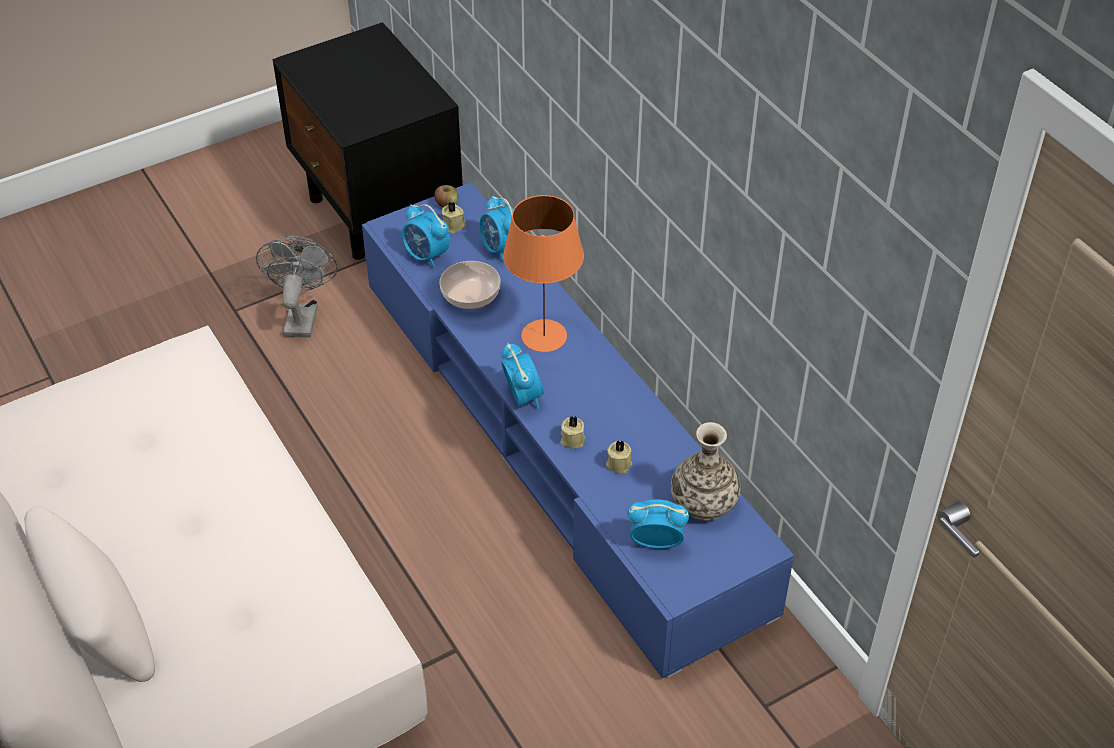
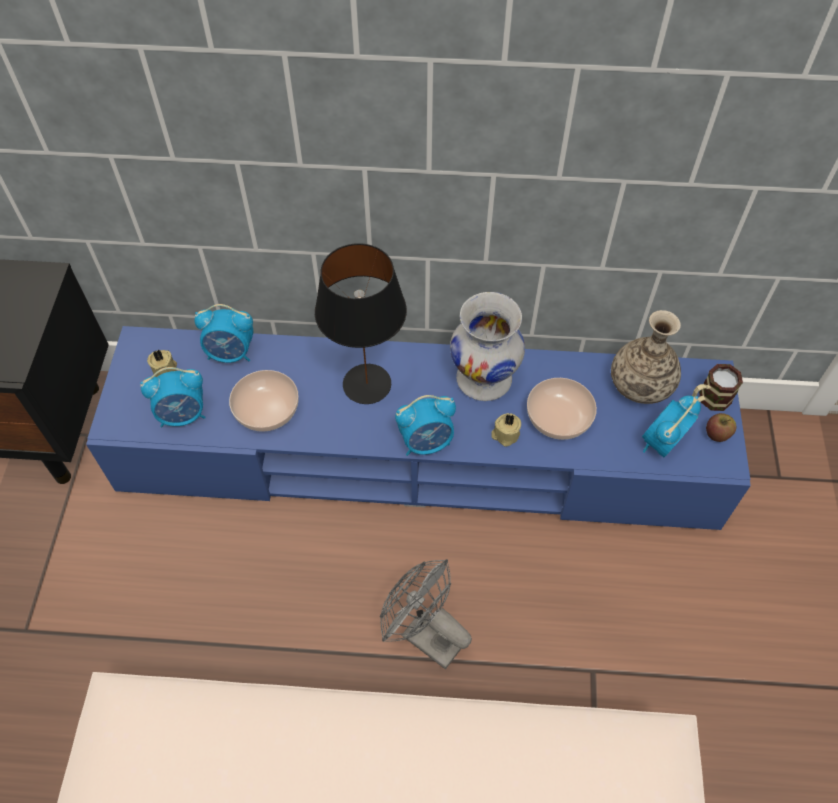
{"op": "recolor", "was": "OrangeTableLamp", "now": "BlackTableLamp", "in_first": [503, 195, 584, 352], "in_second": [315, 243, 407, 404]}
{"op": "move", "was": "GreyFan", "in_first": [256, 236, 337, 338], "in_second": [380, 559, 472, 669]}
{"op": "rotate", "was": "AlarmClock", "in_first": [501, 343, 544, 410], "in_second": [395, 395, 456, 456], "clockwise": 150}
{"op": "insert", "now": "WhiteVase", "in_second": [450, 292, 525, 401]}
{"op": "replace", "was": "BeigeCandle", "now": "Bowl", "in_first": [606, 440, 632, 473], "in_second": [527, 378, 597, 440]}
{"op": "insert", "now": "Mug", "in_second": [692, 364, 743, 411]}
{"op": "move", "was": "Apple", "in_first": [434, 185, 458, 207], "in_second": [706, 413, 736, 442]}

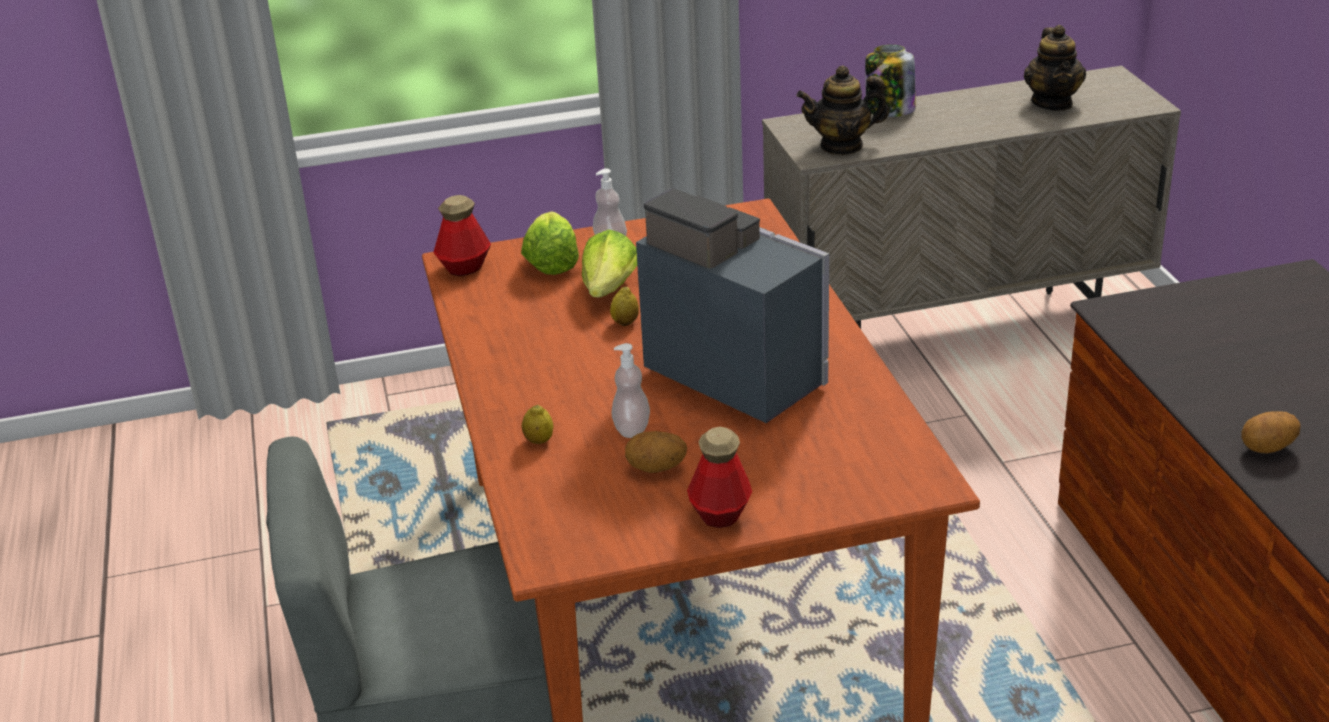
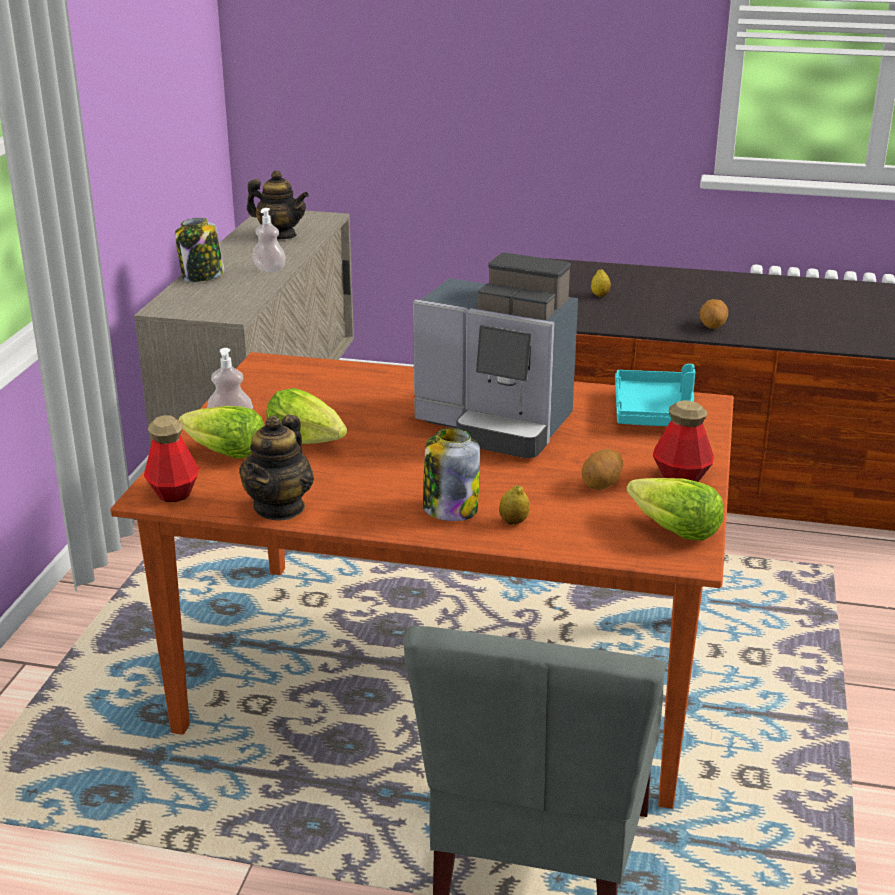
{"op": "move", "was": "Teapot", "in_first": [796, 65, 889, 155], "in_second": [239, 415, 314, 520]}
{"op": "move", "was": "SoapDispenser", "in_first": [611, 343, 650, 438], "in_second": [252, 208, 286, 272]}
{"op": "rotate", "was": "CoffeeMachine", "in_first": [636, 189, 829, 423], "in_second": [413, 253, 578, 458], "clockwise": -135}
{"op": "insert", "now": "Jar", "in_second": [423, 428, 480, 521]}
{"op": "move", "was": "Lemon", "in_first": [610, 287, 639, 326], "in_second": [591, 269, 611, 297]}
{"op": "insert", "now": "TurquoiseTray", "in_second": [615, 364, 695, 426]}
{"op": "insert", "now": "Lettuce", "in_second": [626, 478, 724, 540]}

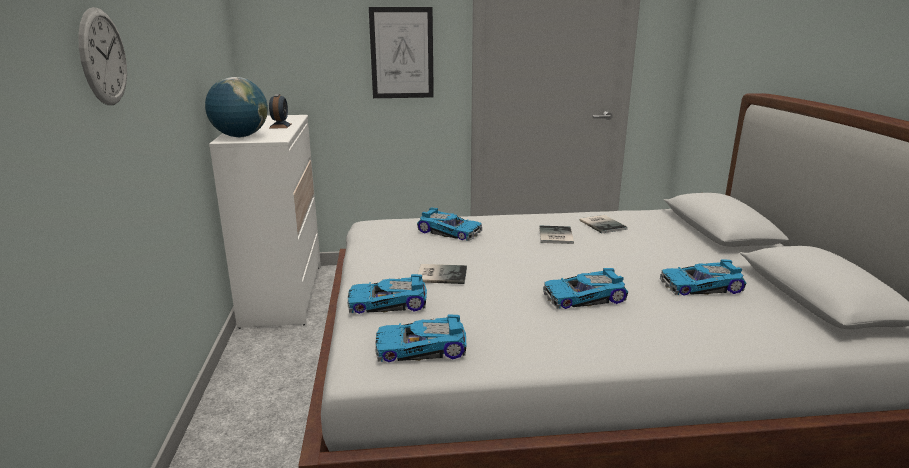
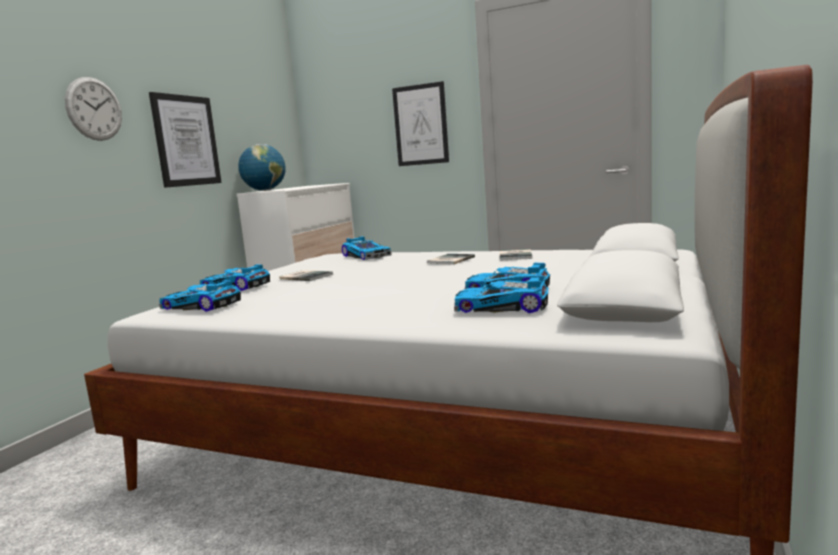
{"op": "insert", "now": "Picture", "in_second": [149, 92, 222, 188]}
{"op": "move", "was": "ToyCar", "in_first": [543, 268, 628, 309], "in_second": [454, 275, 548, 313]}
{"op": "delete", "was": "AlarmClock", "in_first": [269, 94, 291, 128]}

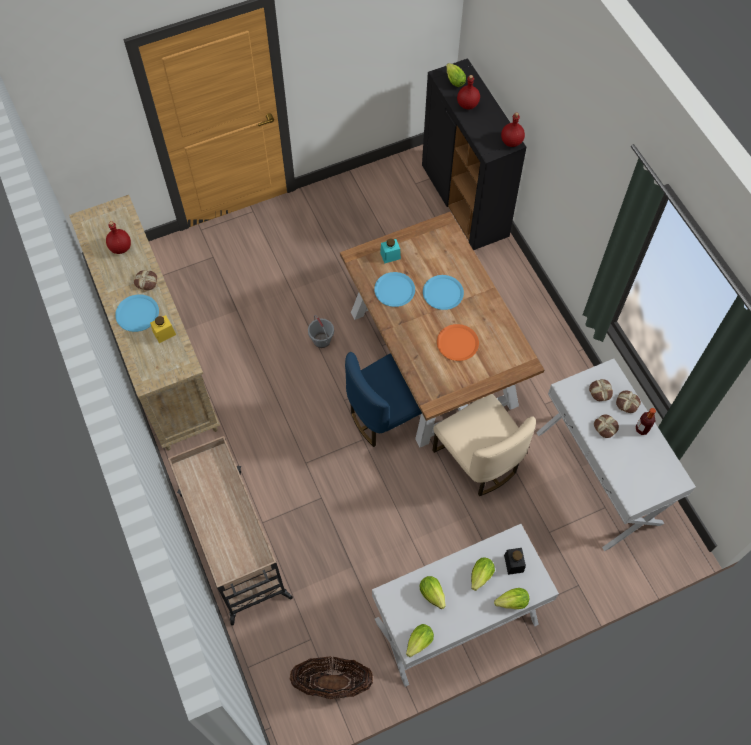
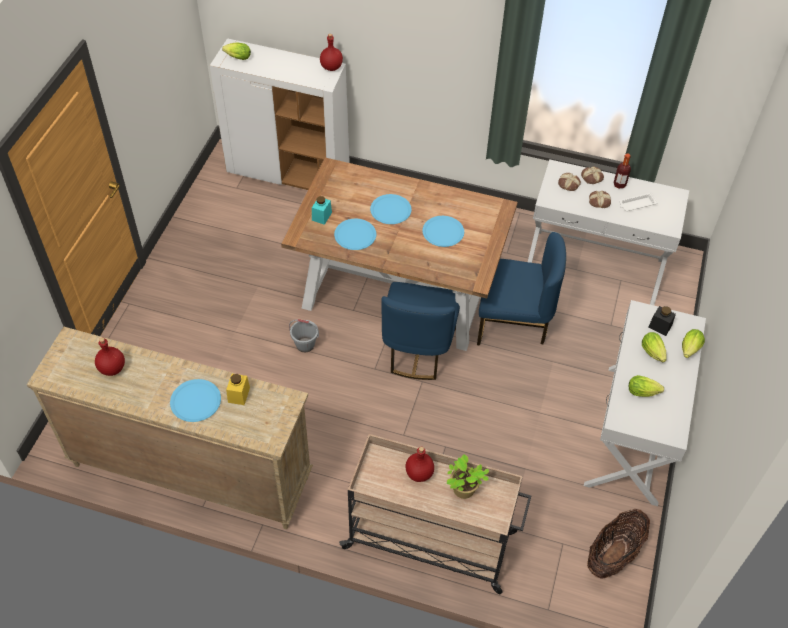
{"op": "recolor", "was": "BlackCabinet", "now": "WhiteCabinet", "in_first": [422, 58, 526, 250], "in_second": [210, 38, 350, 190]}
{"op": "move", "was": "RedBottle", "in_first": [457, 75, 480, 110], "in_second": [406, 447, 434, 482]}
{"op": "recolor", "was": "OrangePlate", "now": "BluePlate", "in_first": [437, 324, 479, 361], "in_second": [422, 216, 464, 247]}
{"op": "insert", "now": "PottedPlant", "in_second": [447, 454, 489, 499]}
{"op": "recolor", "was": "BeigeChair", "now": "BlueChair", "in_first": [433, 394, 536, 496], "in_second": [477, 232, 566, 345]}
{"op": "insert", "now": "WhiteTray", "in_second": [619, 192, 658, 211]}
{"op": "delete", "was": "Bread", "in_first": [134, 270, 157, 290]}
{"op": "delete", "was": "Lettuce", "in_first": [406, 624, 434, 657]}

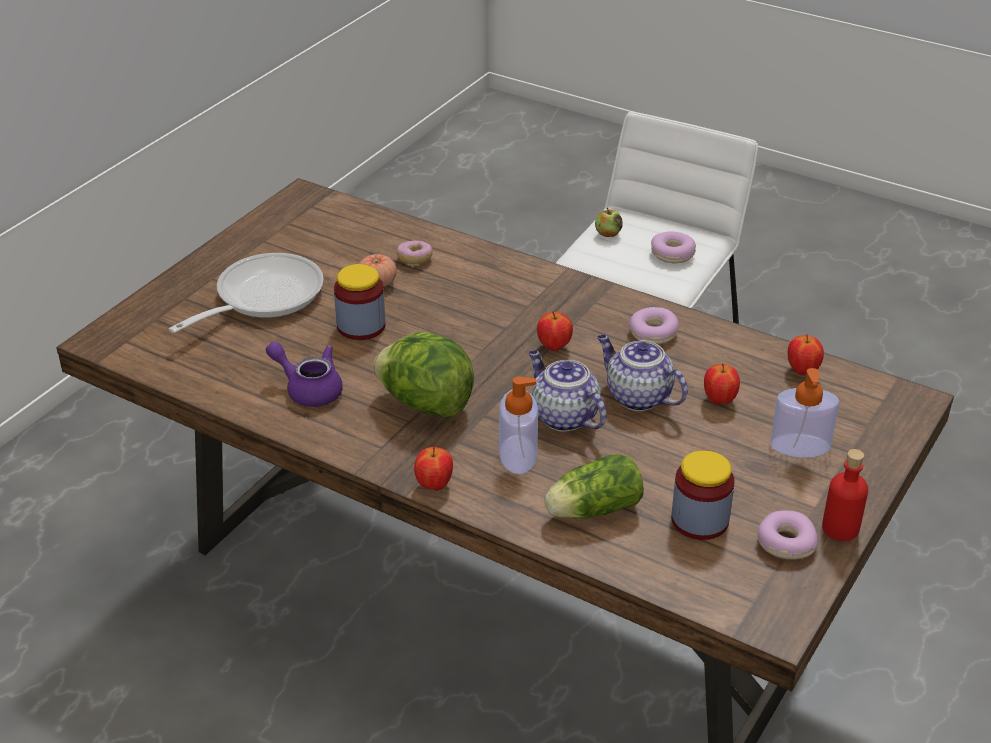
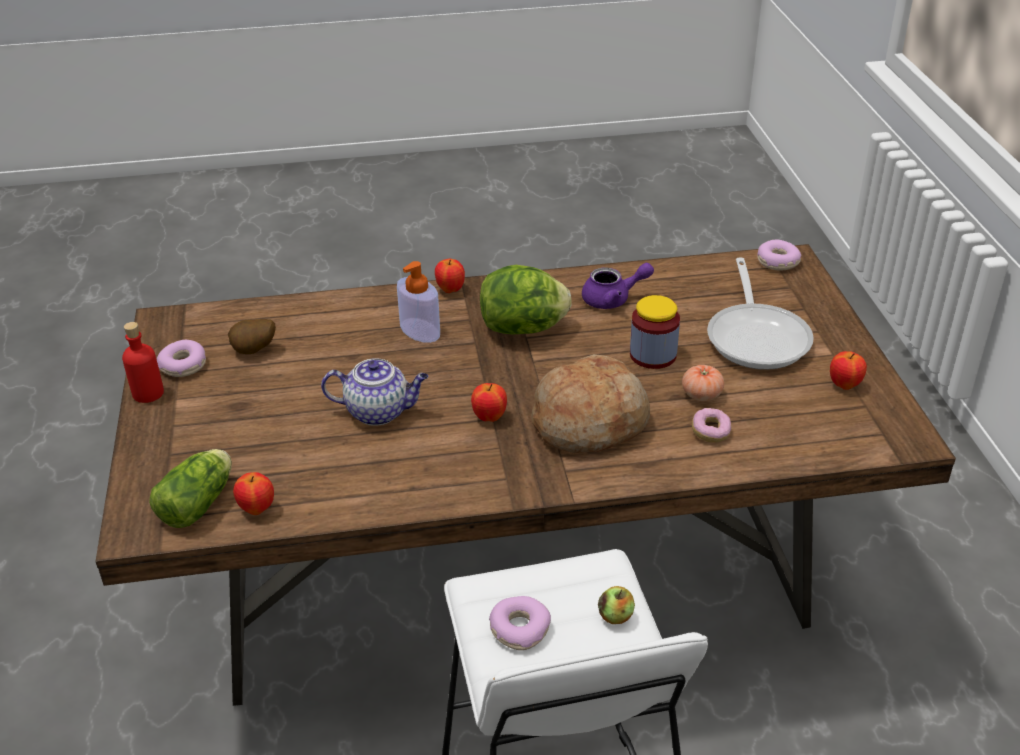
{"op": "move", "was": "Lettuce", "in_first": [544, 454, 644, 519], "in_second": [149, 449, 232, 528]}
{"op": "replace", "was": "Jar", "now": "Potato", "in_first": [672, 450, 734, 540], "in_second": [228, 319, 276, 354]}
{"op": "insert", "now": "Bread", "in_second": [532, 354, 650, 453]}
{"op": "move", "was": "Donut", "in_first": [628, 307, 679, 344], "in_second": [757, 240, 802, 271]}
{"op": "move", "was": "Apple", "in_first": [704, 364, 740, 405], "in_second": [830, 351, 867, 390]}
{"op": "delete", "was": "Teapot", "in_first": [529, 350, 607, 432]}
{"op": "delete", "was": "SoapDispenser", "in_first": [770, 368, 840, 458]}

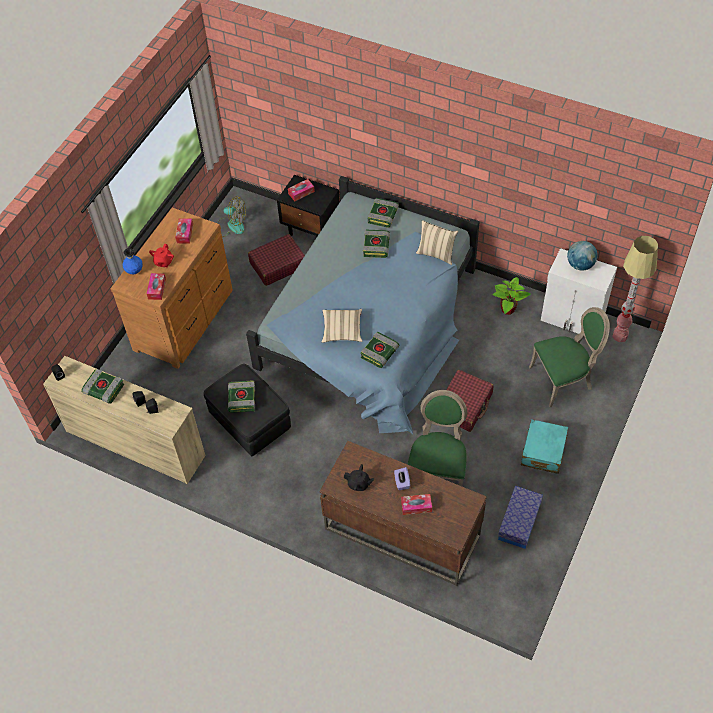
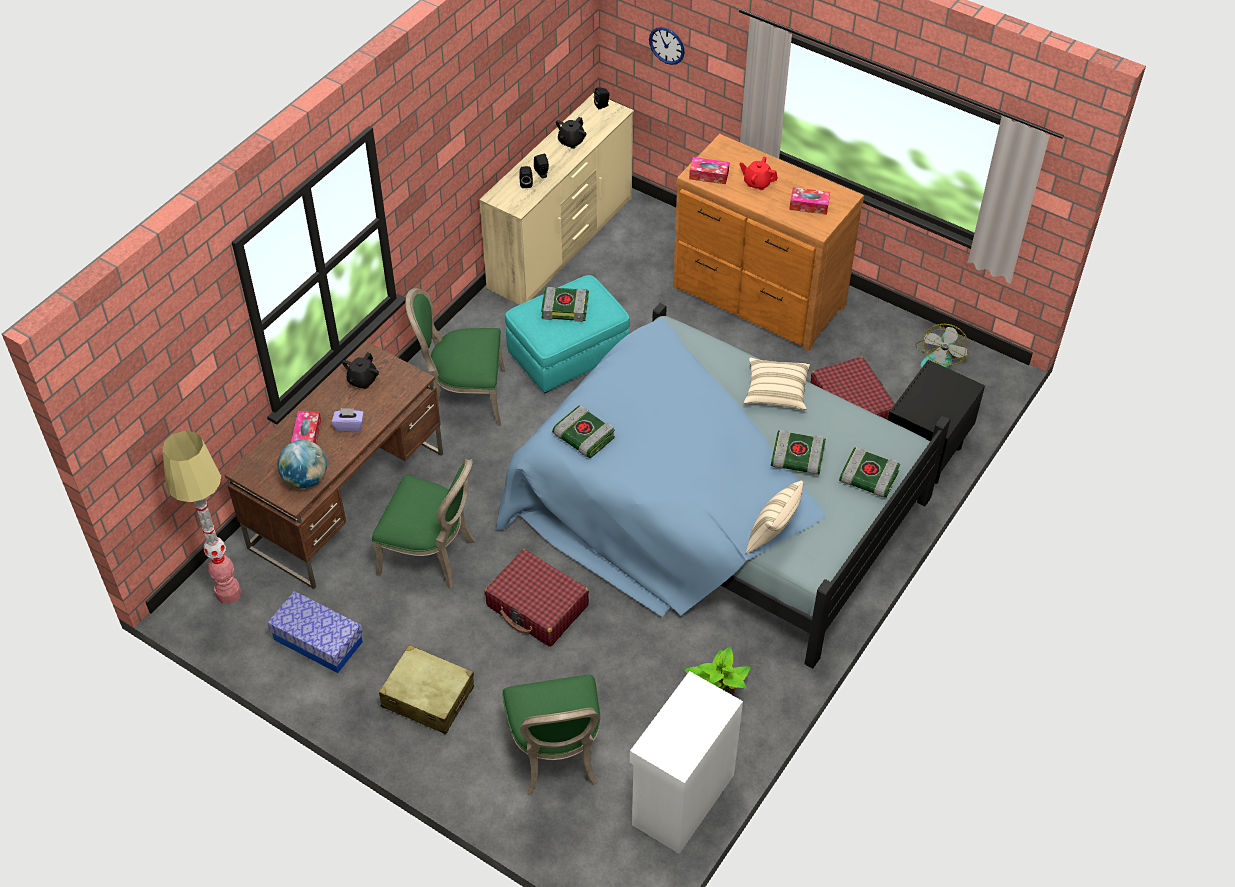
{"op": "move", "was": "FloorLamp", "in_first": [612, 236, 658, 343], "in_second": [162, 430, 242, 604]}
{"op": "move", "was": "Globe", "in_first": [567, 241, 598, 270], "in_second": [278, 440, 327, 489]}
{"op": "recolor", "was": "TurquoiseSuitcase", "now": "BeigeSuitcase", "in_first": [521, 419, 568, 474], "in_second": [379, 645, 474, 734]}
{"op": "insert", "now": "GreenChair", "in_second": [406, 288, 505, 426]}
{"op": "recolor", "was": "BlackOttoman", "now": "TurquoiseOttoman", "in_first": [204, 364, 291, 456], "in_second": [505, 275, 630, 393]}
{"op": "replace", "was": "Book", "now": "BlackTeapot", "in_first": [81, 369, 124, 404], "in_second": [556, 117, 586, 149]}
{"op": "insert", "now": "WallClock", "in_second": [649, 27, 685, 65]}
{"op": "move", "was": "BeigePillow", "in_first": [322, 309, 363, 343], "in_second": [744, 358, 810, 410]}
{"op": "delete", "was": "BlueVase", "in_first": [123, 248, 143, 274]}
{"op": "delete", "was": "TissueBox", "in_first": [288, 179, 315, 201]}

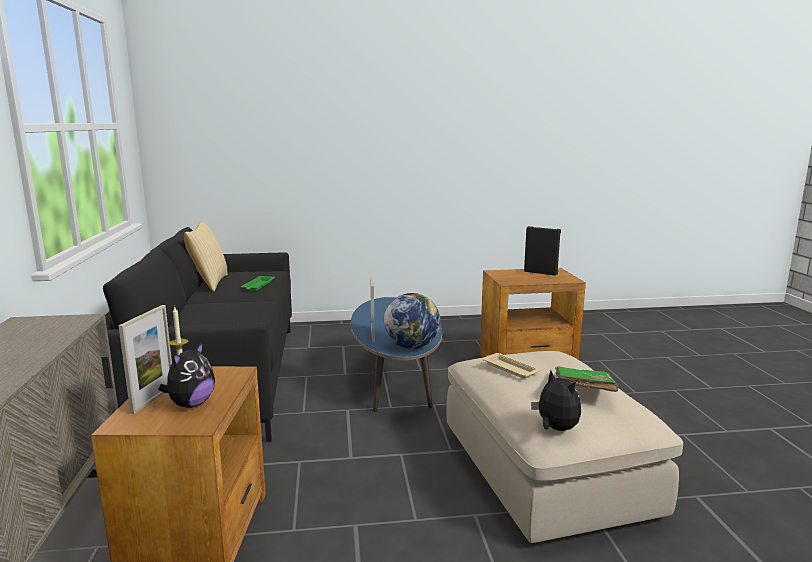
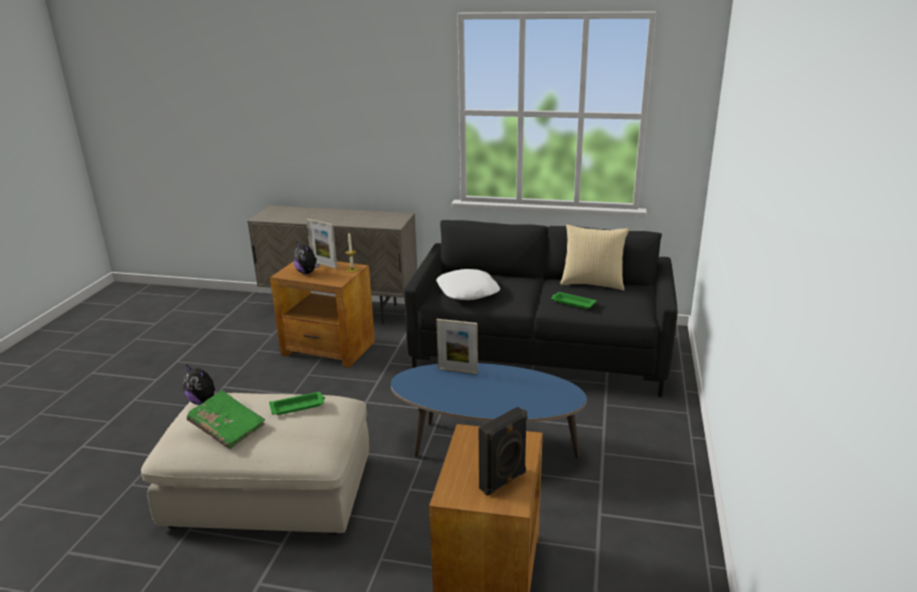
{"op": "rotate", "was": "PlushToy", "in_first": [531, 370, 581, 431], "in_second": [183, 365, 220, 405], "clockwise": 45}
{"op": "recolor", "was": "BeigeTray", "now": "GreenTray", "in_first": [483, 353, 541, 378], "in_second": [269, 392, 325, 415]}
{"op": "insert", "now": "WhitePillow", "in_second": [436, 269, 500, 300]}
{"op": "delete", "was": "Globe", "in_first": [384, 293, 440, 349]}

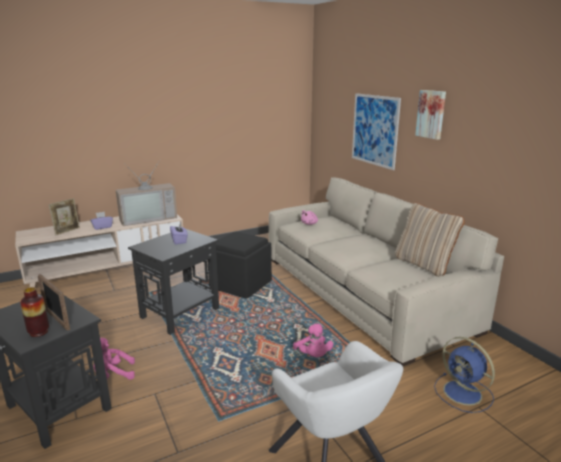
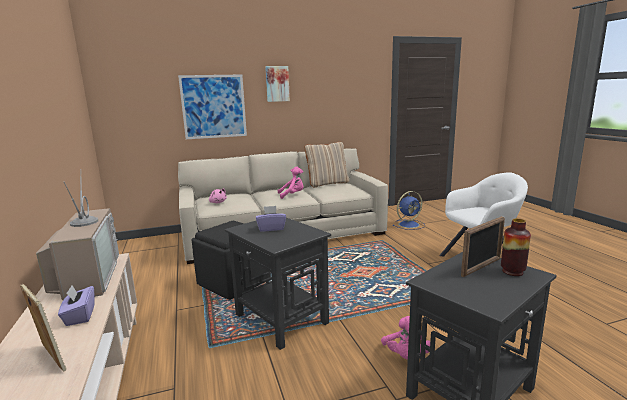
{"op": "move", "was": "PinkPlushToy", "in_first": [293, 323, 333, 357], "in_second": [278, 167, 304, 199]}

